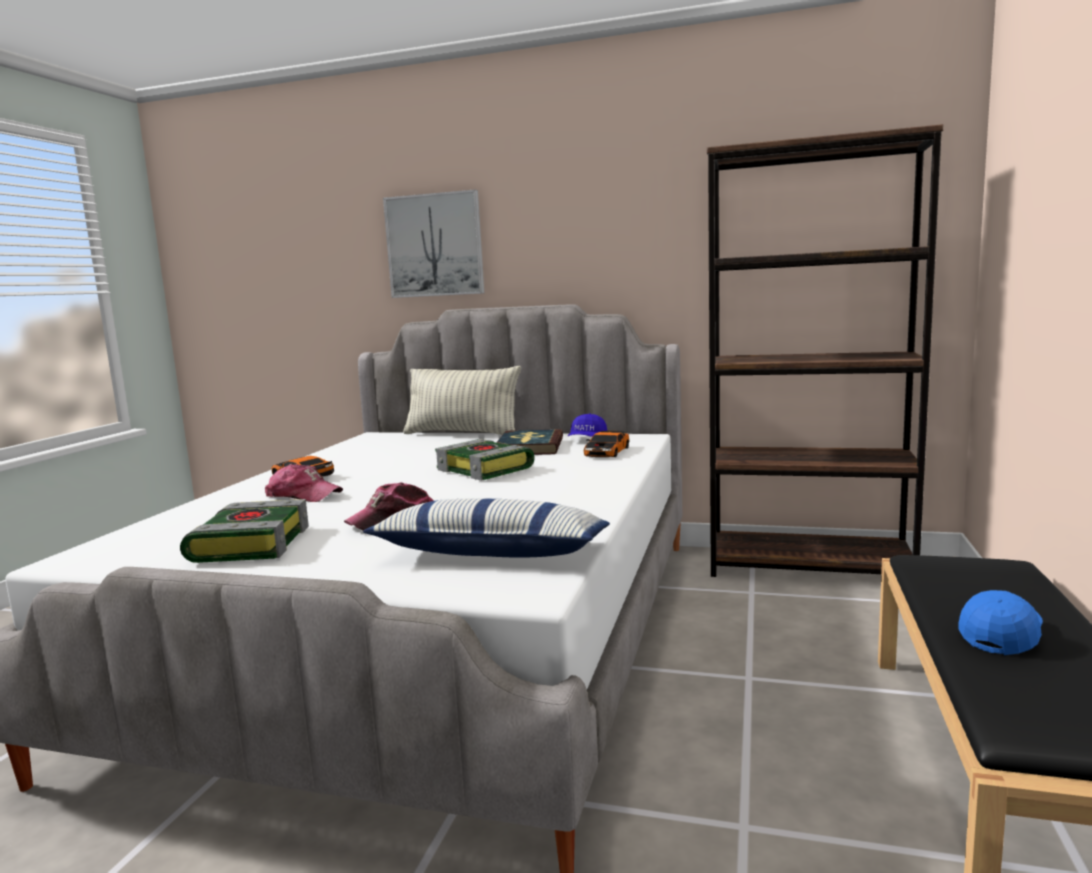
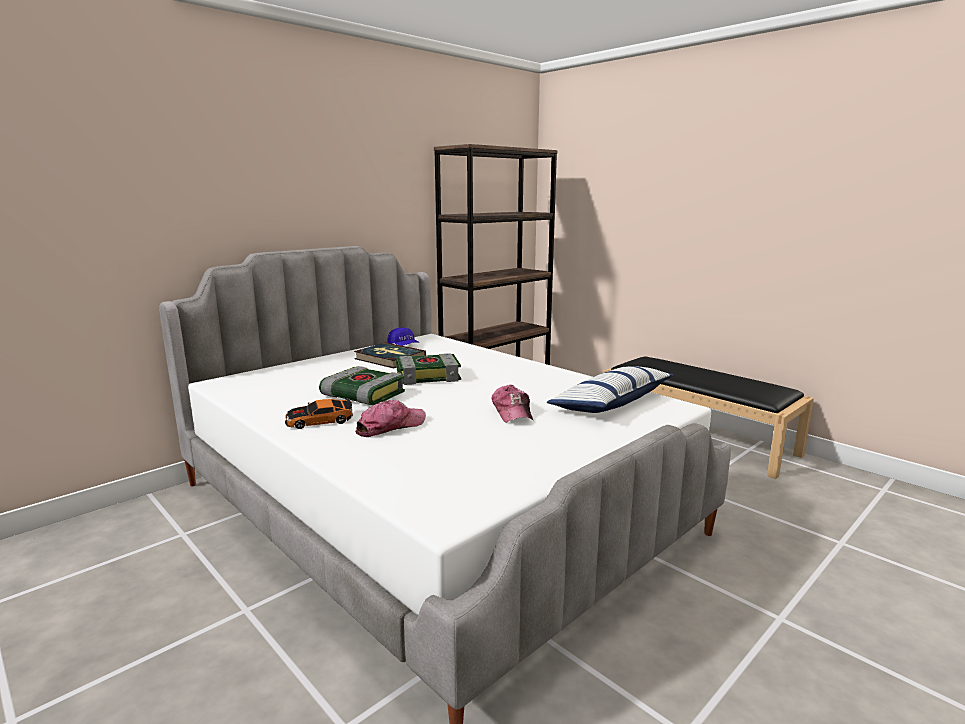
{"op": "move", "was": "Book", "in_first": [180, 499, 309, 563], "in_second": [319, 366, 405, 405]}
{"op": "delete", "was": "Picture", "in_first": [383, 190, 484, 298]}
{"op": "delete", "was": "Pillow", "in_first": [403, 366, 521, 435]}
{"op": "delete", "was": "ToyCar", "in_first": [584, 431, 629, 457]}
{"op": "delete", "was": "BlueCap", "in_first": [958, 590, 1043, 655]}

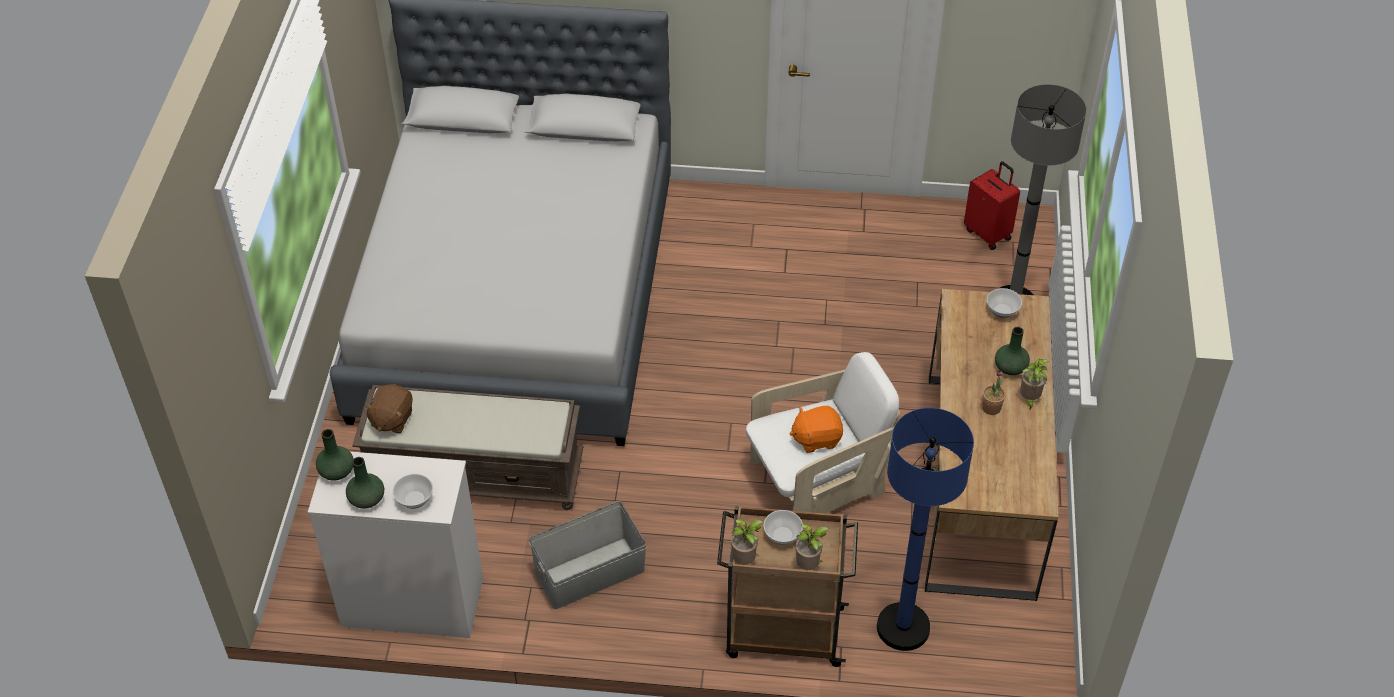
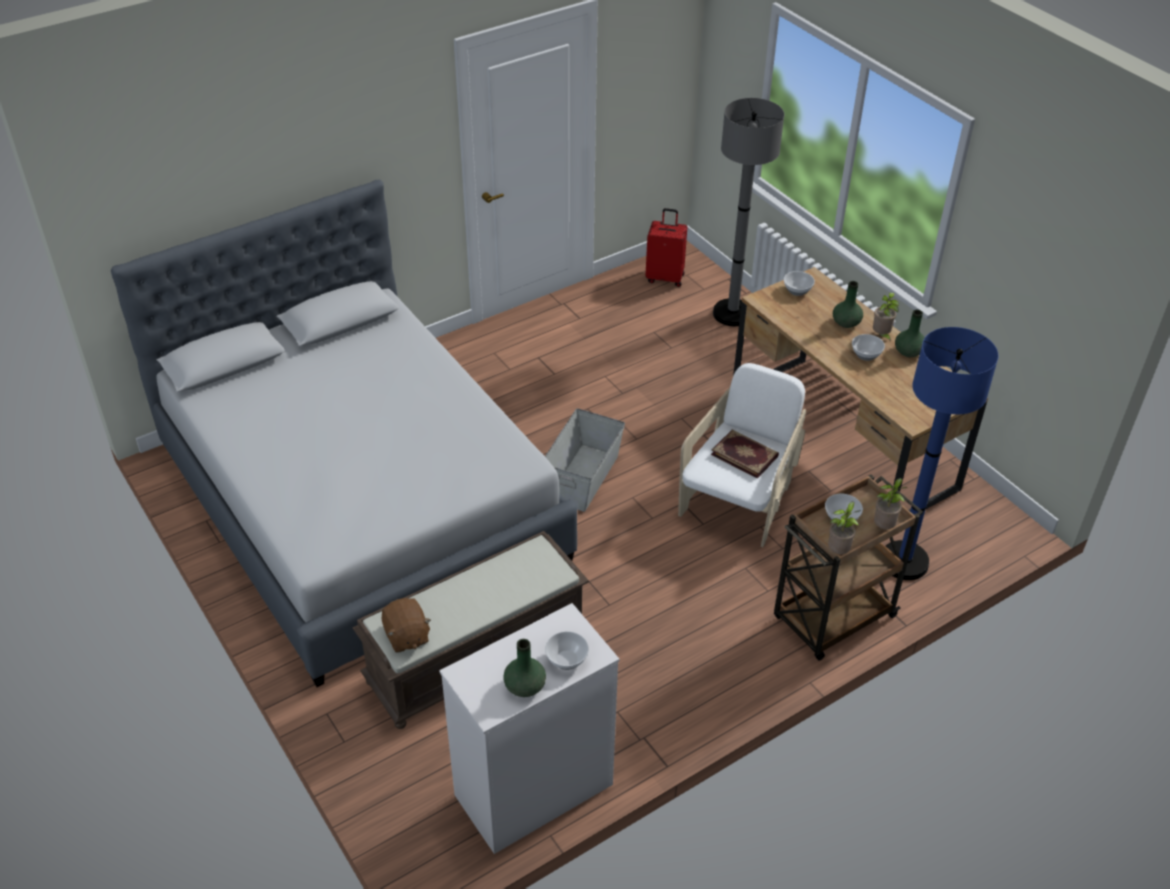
{"op": "move", "was": "GreyStorageBox", "in_first": [529, 501, 647, 609], "in_second": [545, 408, 625, 512]}
{"op": "replace", "was": "OrangePlushToy", "now": "Book", "in_first": [790, 406, 843, 453], "in_second": [711, 430, 779, 479]}
{"op": "replace", "was": "PottedPlant", "now": "Bowl", "in_first": [982, 370, 1006, 415], "in_second": [852, 334, 885, 361]}
{"op": "move", "was": "GreenVase", "in_first": [316, 429, 354, 481], "in_second": [895, 310, 925, 357]}

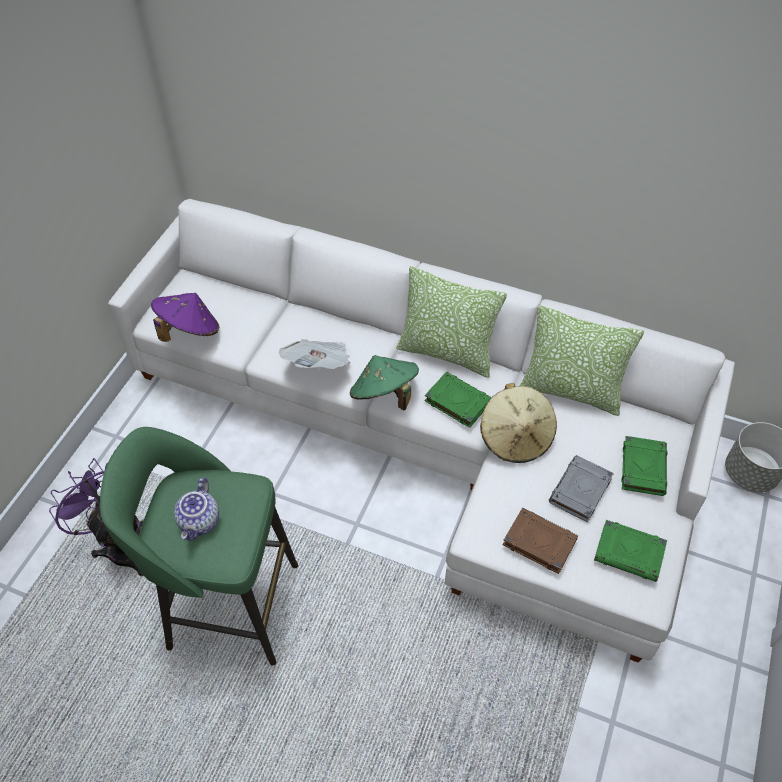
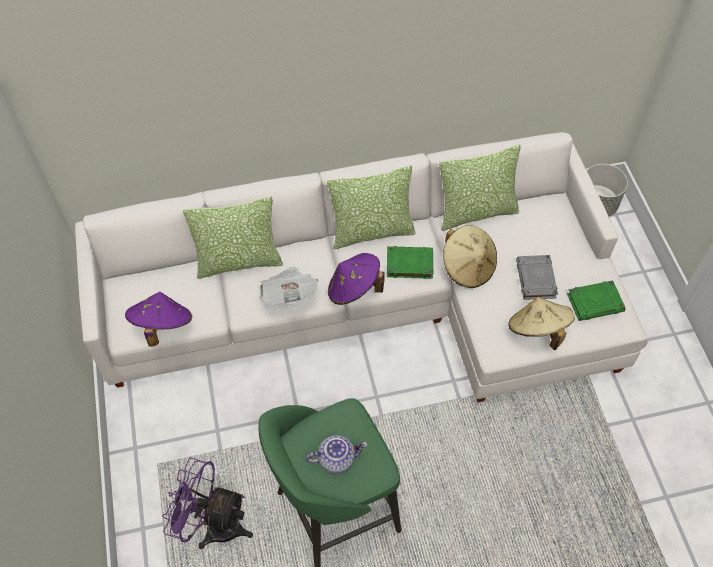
{"op": "insert", "now": "Pillow", "in_second": [183, 196, 283, 279]}
{"op": "rotate", "was": "Teapot", "in_first": [174, 478, 219, 541], "in_second": [305, 435, 367, 474], "clockwise": -75}
{"op": "recolor", "was": "GreenHat", "now": "PurpleHat", "in_first": [350, 355, 419, 411], "in_second": [328, 253, 384, 305]}
{"op": "replace", "was": "BrownBook", "now": "BeigeHat", "in_first": [503, 508, 578, 574], "in_second": [508, 297, 575, 350]}
{"op": "delete", "was": "GreenBook", "in_first": [621, 436, 667, 496]}

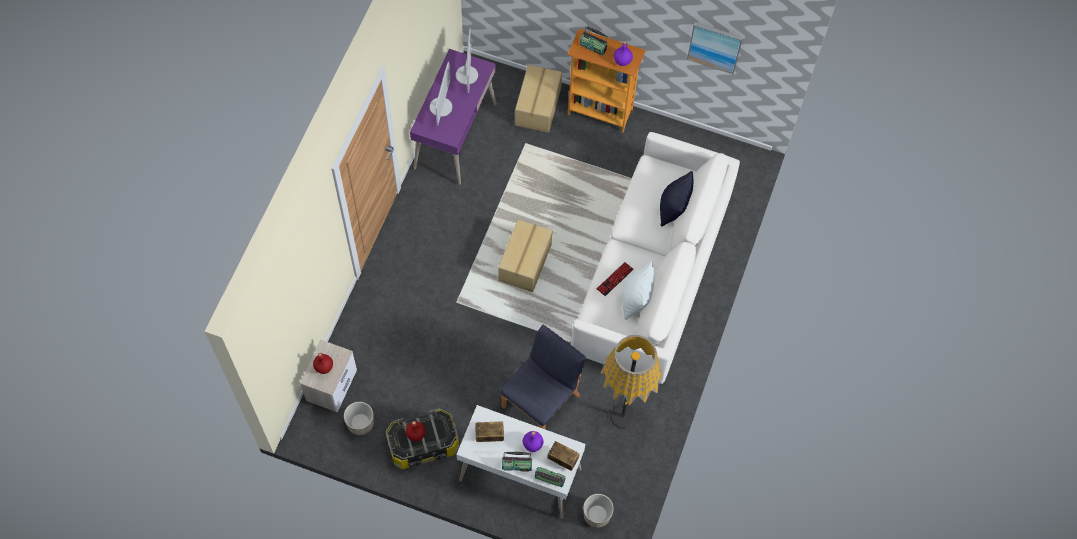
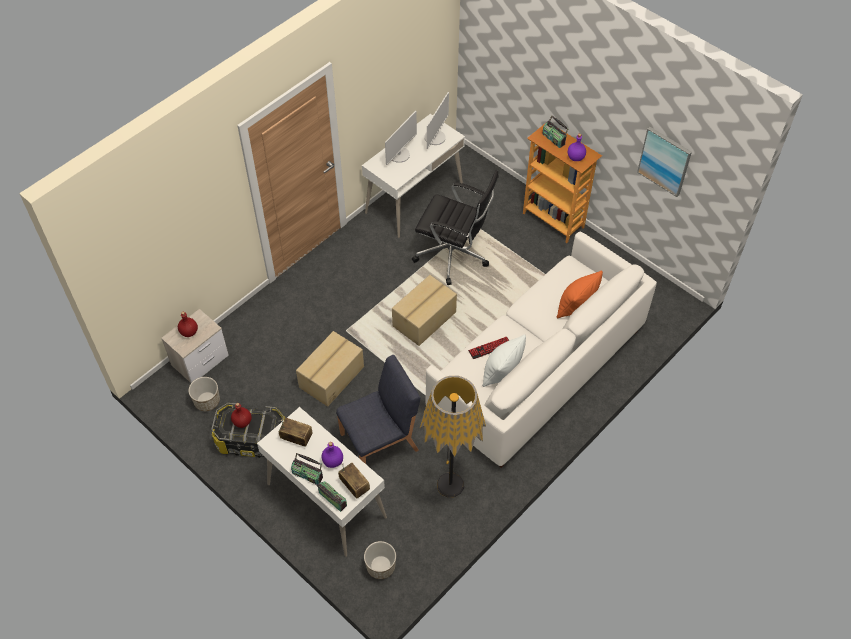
{"op": "move", "was": "CardboardBox", "in_first": [515, 65, 562, 133], "in_second": [296, 331, 364, 406]}
{"op": "recolor", "was": "PurpleDesk", "now": "WhiteDesk", "in_first": [410, 49, 497, 185], "in_second": [362, 114, 465, 238]}
{"op": "insert", "now": "BlackOfficeChair", "in_second": [412, 170, 499, 285]}
{"op": "recolor", "was": "BlackPillow", "now": "OrangePillow", "in_first": [660, 171, 693, 227], "in_second": [556, 270, 603, 318]}

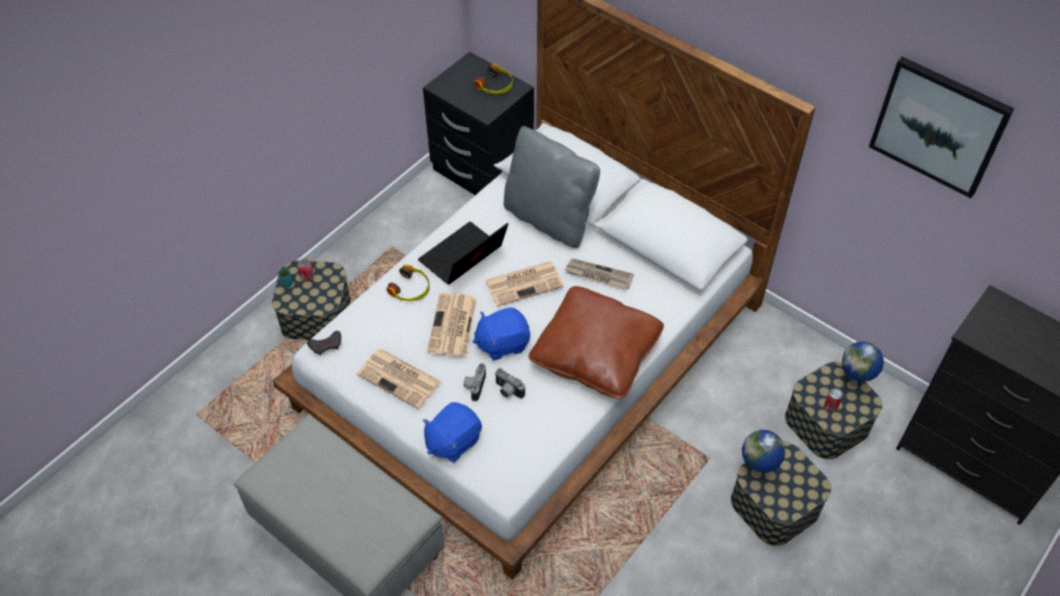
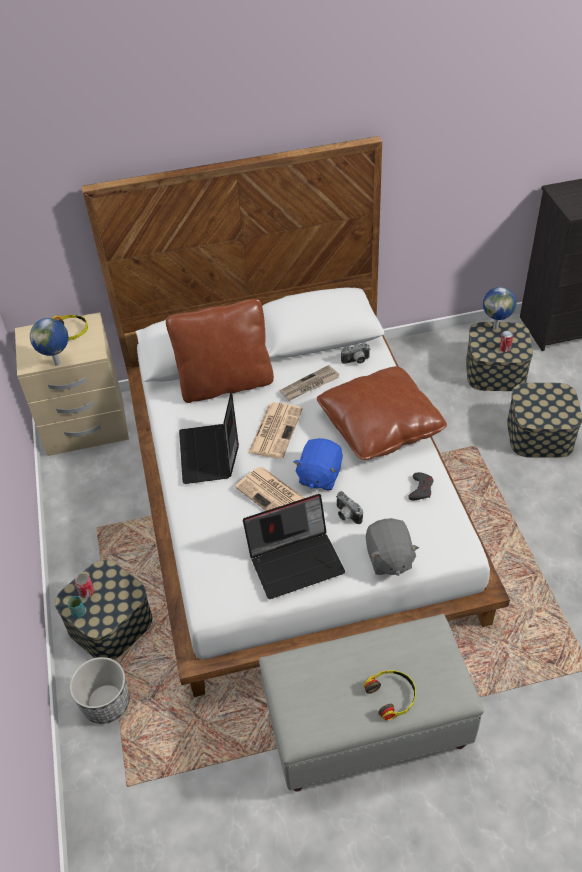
{"op": "recolor", "was": "BlackNightstand", "now": "BeigeNightstand", "in_first": [423, 52, 534, 195], "in_second": [15, 312, 129, 456]}
{"op": "move", "was": "Globe", "in_first": [742, 430, 785, 474], "in_second": [30, 318, 69, 366]}
{"op": "insert", "now": "Planter", "in_second": [70, 657, 130, 724]}
{"op": "recolor", "was": "GreyPillow", "now": "BrownPillow", "in_first": [504, 126, 600, 248], "in_second": [166, 299, 274, 403]}
{"op": "replace", "was": "Newspaper", "now": "Laptop", "in_first": [357, 349, 441, 409], "in_second": [243, 494, 345, 599]}
{"op": "move", "was": "PhotoCamera", "in_first": [495, 368, 525, 398], "in_second": [341, 343, 370, 364]}
{"op": "move", "was": "Headphones", "in_first": [386, 264, 430, 301], "in_second": [364, 670, 416, 720]}
{"op": "recolor", "was": "BluePlushToy", "now": "GreyPlushToy", "in_first": [423, 402, 482, 463], "in_second": [366, 518, 419, 576]}
{"op": "move", "was": "GreyGameController", "in_first": [307, 331, 341, 356], "in_second": [408, 472, 434, 501]}
{"op": "delete", "was": "Picture", "in_first": [869, 57, 1014, 198]}

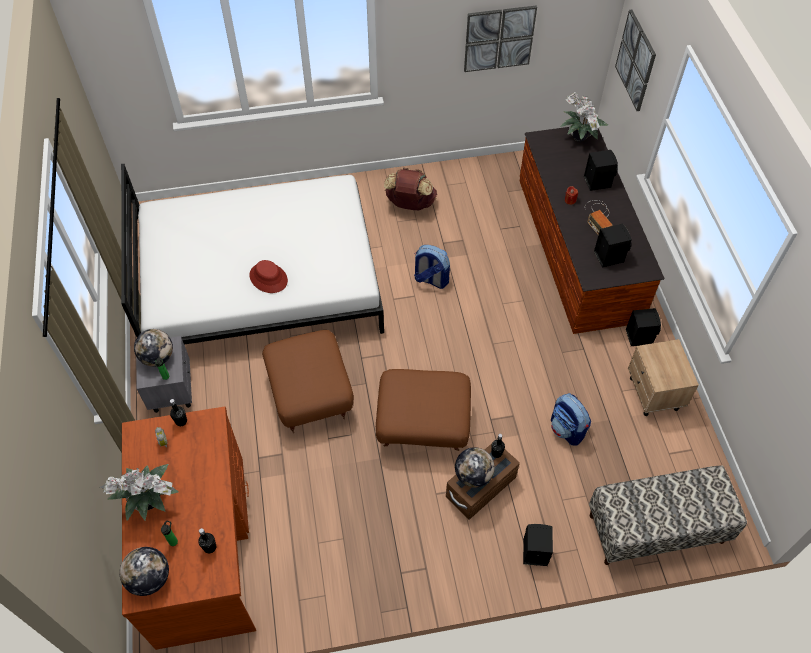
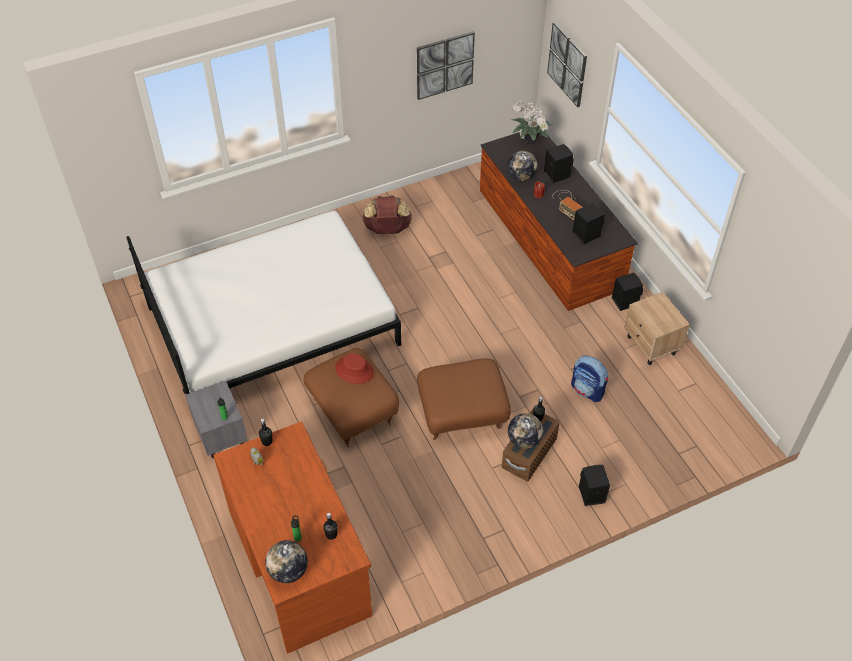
{"op": "move", "was": "RedHat", "in_first": [250, 260, 288, 293], "in_second": [335, 353, 374, 384]}
{"op": "move", "was": "Globe", "in_first": [134, 329, 173, 366], "in_second": [507, 151, 537, 181]}
{"op": "delete", "was": "PottedPlant", "in_first": [100, 464, 178, 521]}
{"op": "delete", "was": "Backpack", "in_first": [414, 245, 450, 289]}
{"op": "delete", "was": "Bench", "in_first": [589, 465, 747, 565]}

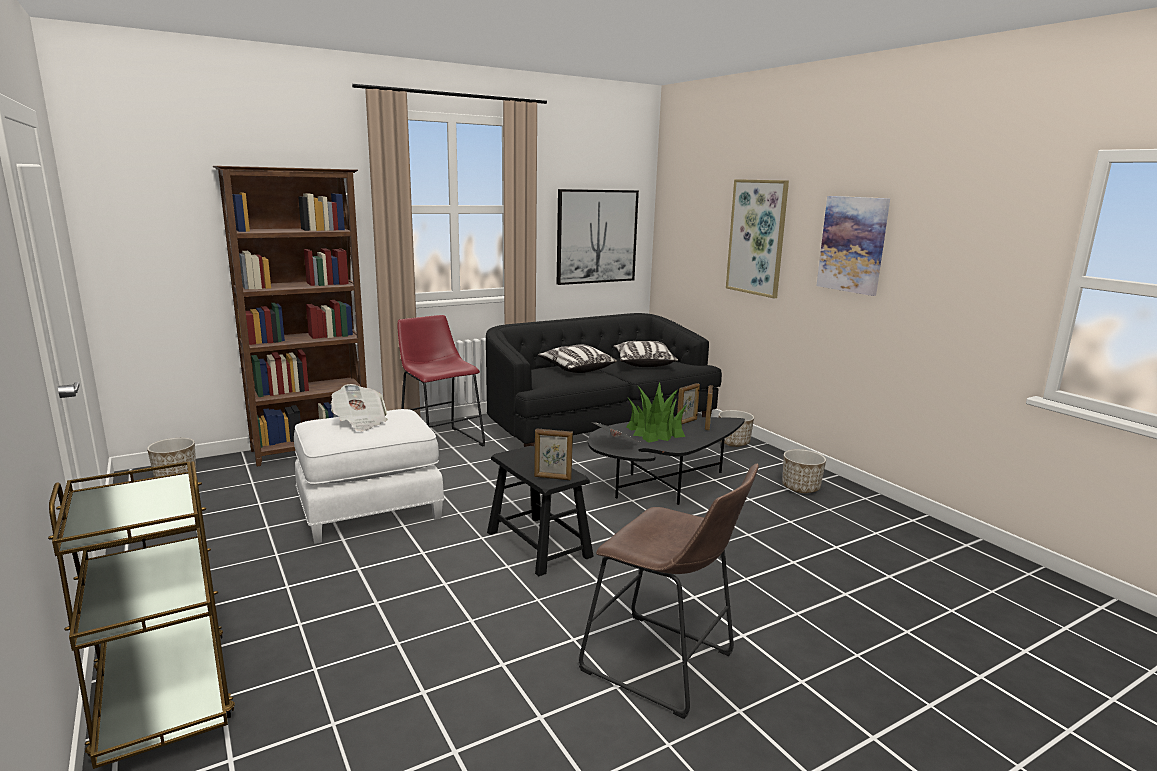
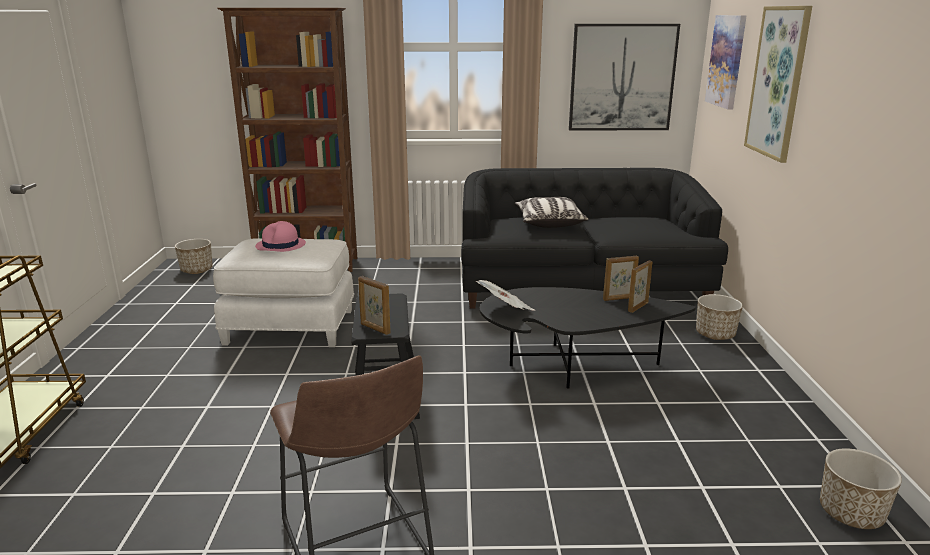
{"op": "replace", "was": "Newspaper", "now": "PinkHat", "in_first": [331, 384, 388, 431], "in_second": [255, 221, 306, 252]}
{"op": "move", "was": "Picture", "in_first": [816, 196, 890, 296], "in_second": [705, 15, 747, 110]}
{"op": "move", "was": "Planter", "in_first": [782, 449, 826, 493], "in_second": [820, 448, 902, 529]}
{"op": "delete", "was": "RedStool", "in_first": [398, 315, 485, 447]}
{"op": "delete", "was": "Pillow", "in_first": [613, 341, 678, 367]}
{"op": "delete", "was": "PottedPlant", "in_first": [626, 383, 687, 443]}

